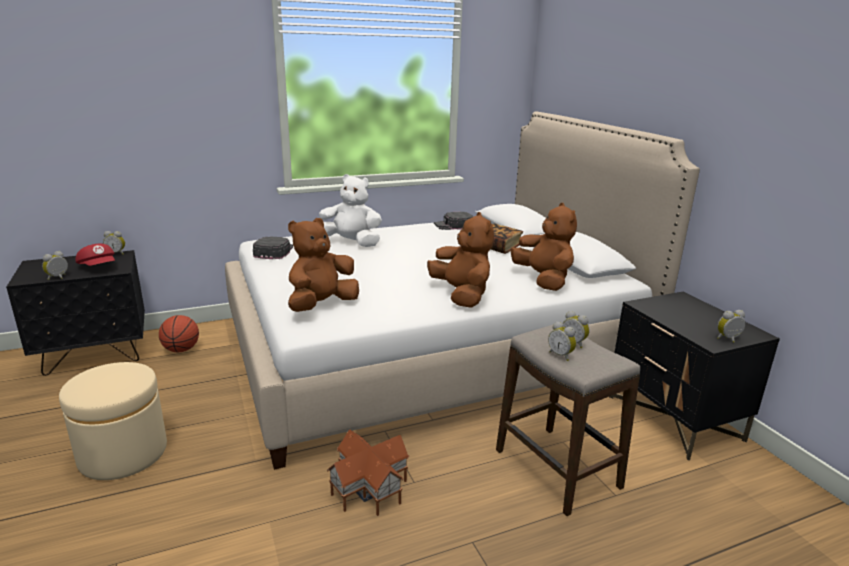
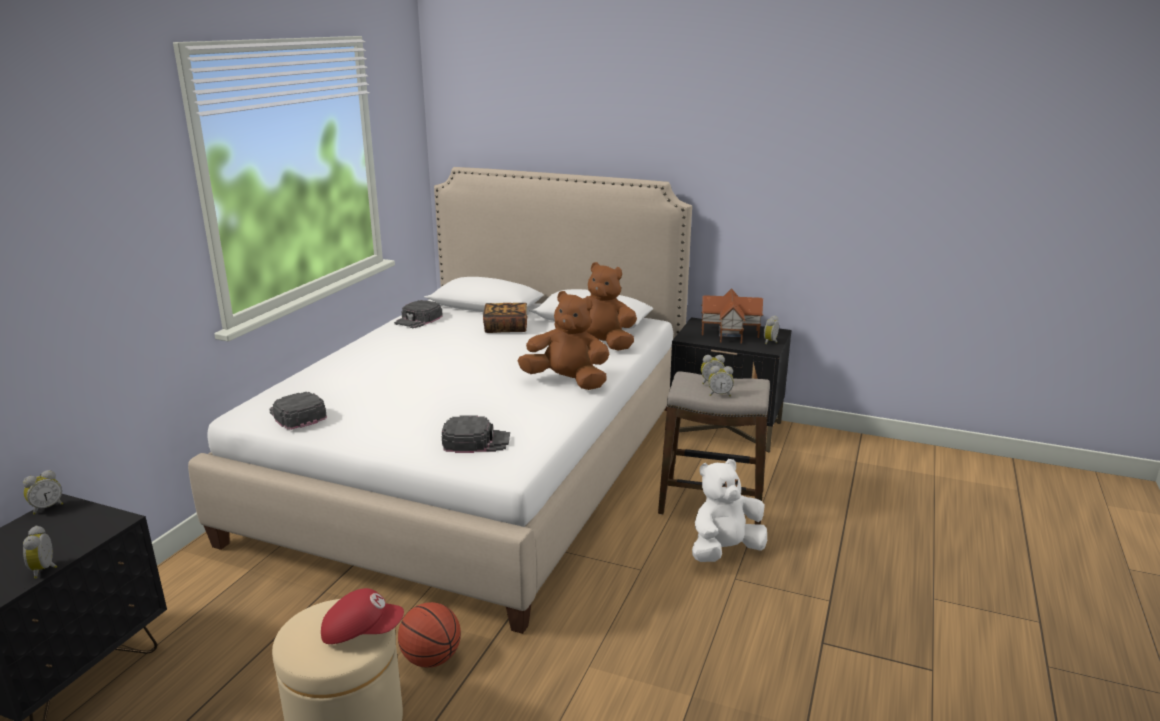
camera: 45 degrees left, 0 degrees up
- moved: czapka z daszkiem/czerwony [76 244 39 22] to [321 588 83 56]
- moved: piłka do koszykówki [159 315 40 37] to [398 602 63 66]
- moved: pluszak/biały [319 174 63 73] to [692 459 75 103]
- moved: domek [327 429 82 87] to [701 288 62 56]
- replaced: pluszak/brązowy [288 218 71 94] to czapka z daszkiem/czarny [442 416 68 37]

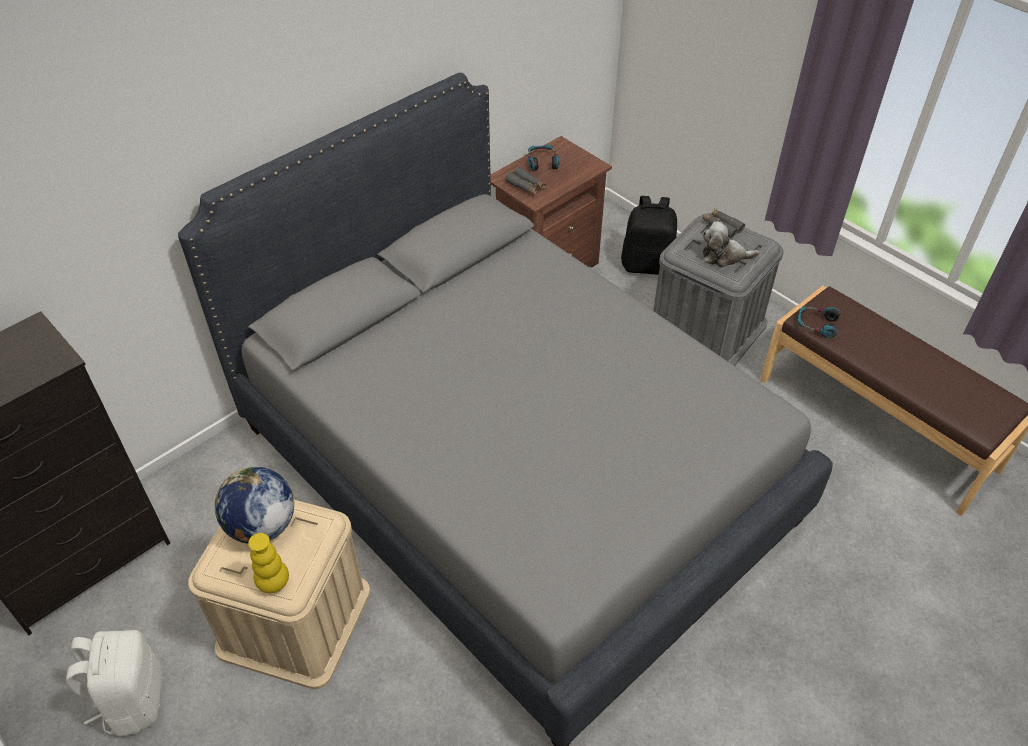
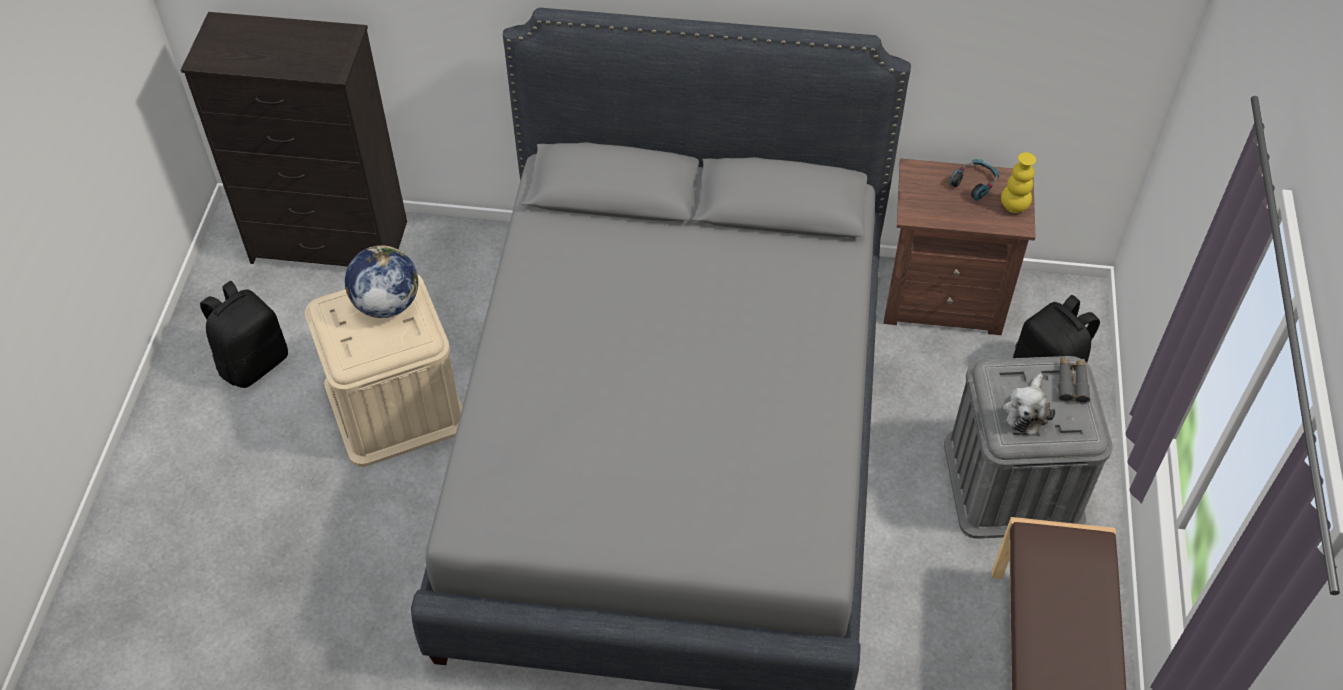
camera: 50 degrees right, 5 degrees up
- removed: lornetka/szary [505 167 41 28]
- removed: słuchawki [797 306 43 32]
- moved: wazon/żółty [248 533 41 60] to [1001 152 35 61]
- recoloured: plecak/biały [66 630 97 106] to plecak/czarny [200 281 88 107]
- turned: pluszak [703 222 57 45] = [1003 373 53 63] 120 degrees counterclockwise

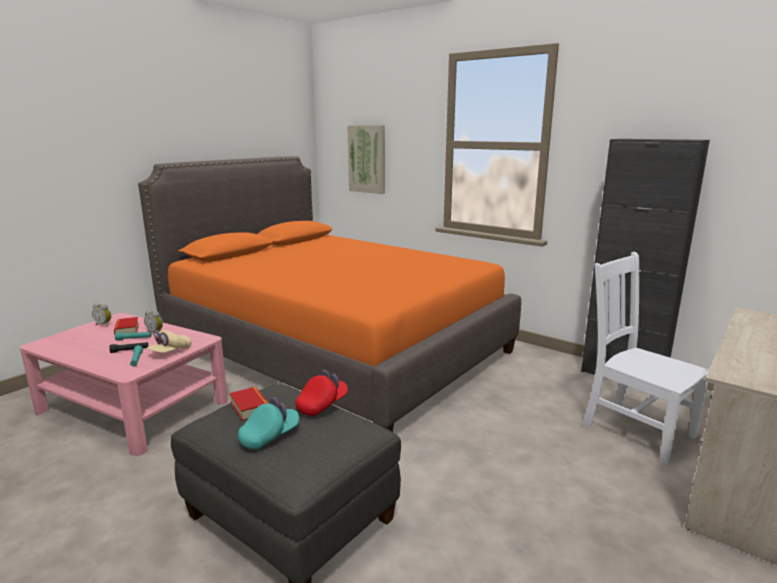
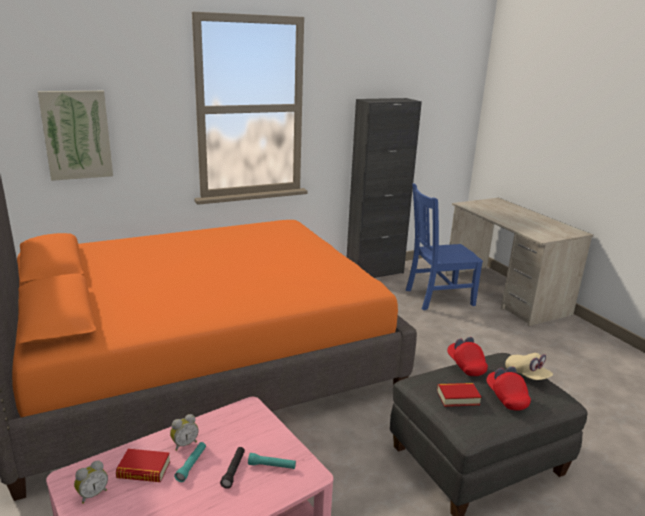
camera: 65 degrees left, 5 degrees up
- moved: czapka z daszkiem/beżowy [147 330 44 23] to [505 353 48 27]
- recoloured: czapka z daszkiem/turkusowy [238 397 61 53] to czapka z daszkiem/czerwony [486 366 45 45]
- recoloured: krzesło/biały [582 252 127 212] to krzesło/niebieski [406 183 77 127]

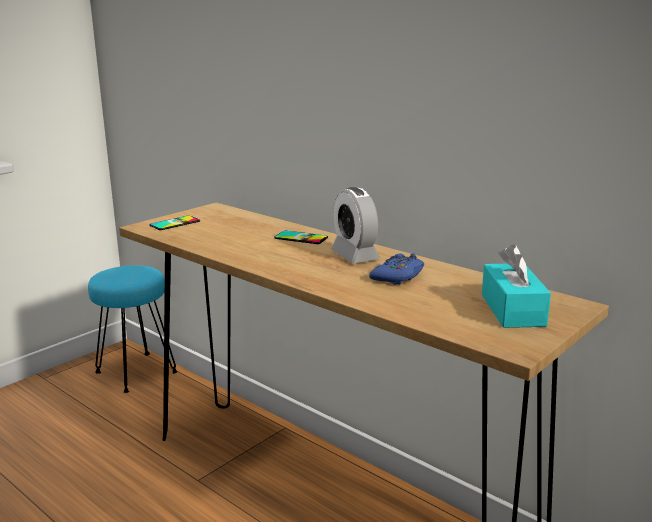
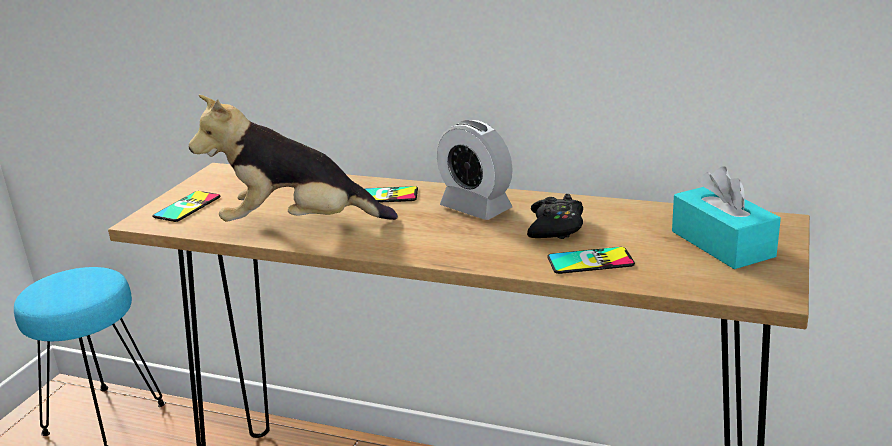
camera: 20 degrees left, 5 degrees up
- added: pluszak [189 95 209 127]
- added: telefon [547 247 88 27]
- recoloured: pad do gier/niebieski [369 253 55 32] to pad do gier/czarny [527 194 56 45]

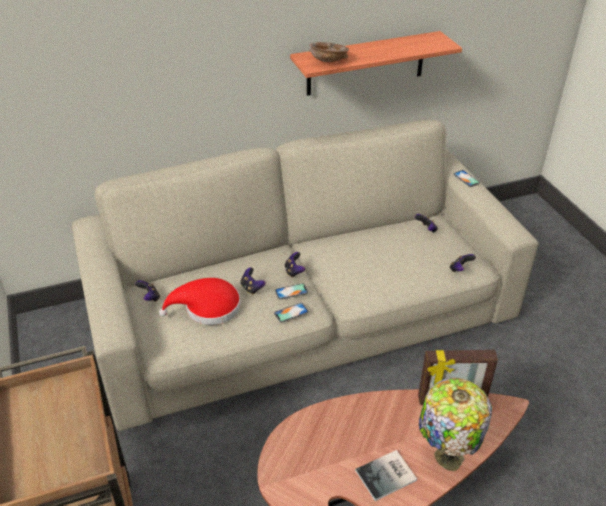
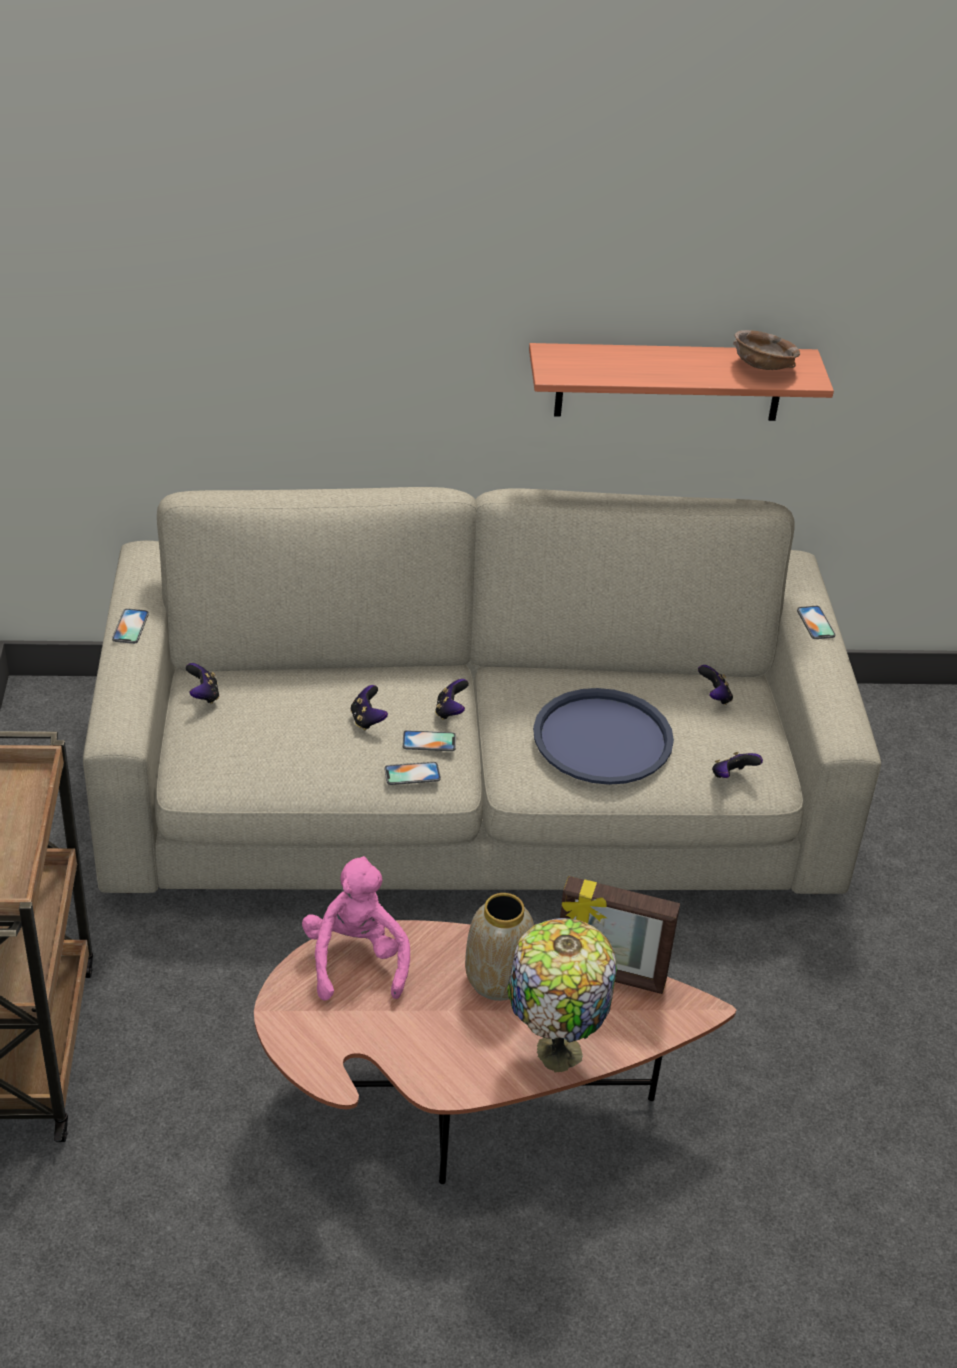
camera: 15 degrees right, 0 degrees up
- removed: kapelusz/czerwony [159 278 82 47]
- removed: książka [355 450 62 51]
- added: telefon [112 608 37 36]
- added: pluszak/różowy [302 856 108 145]
- added: wazon [465 893 69 108]
- added: taca/niebieski [533 688 141 97]
- moved: miska/brązowy [309 42 40 20] to [733 330 67 40]

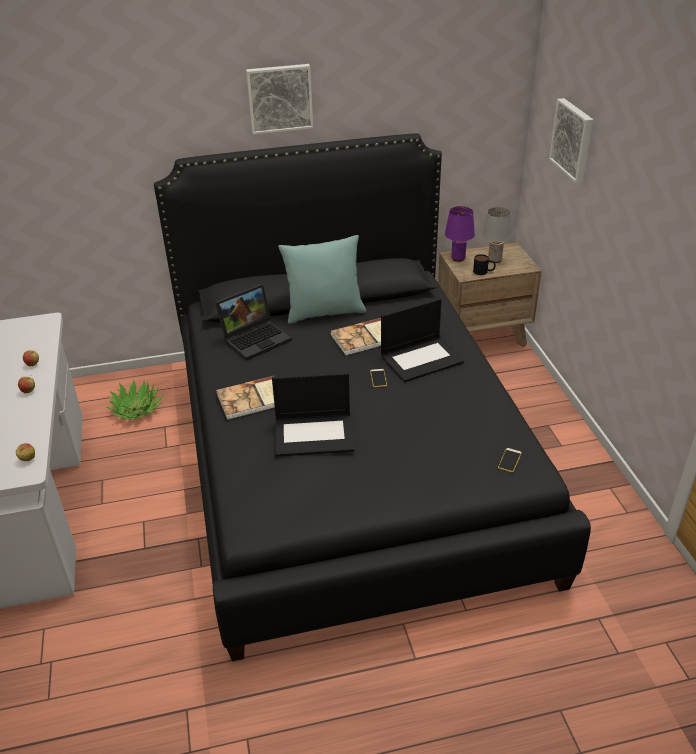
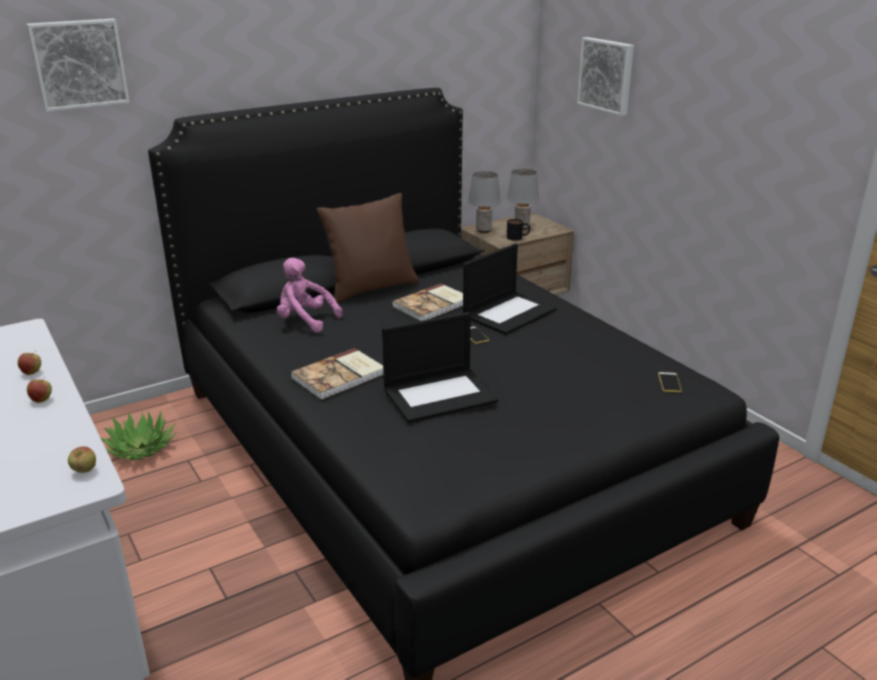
camera: 20 degrees left, 10 degrees down
- moved: obraz [246 64 67 71] to [26 19 104 93]
- replaced: laptop [215 284 77 77] to pluszak/różowy [277 258 65 74]
- recoloured: poduszka/turkusowy [279 235 87 89] to poduszka/brązowy [317 193 102 110]
- recoloured: lampa stołowa/fioletowy [445 206 30 56] to lampa stołowa/szary [468 171 33 62]

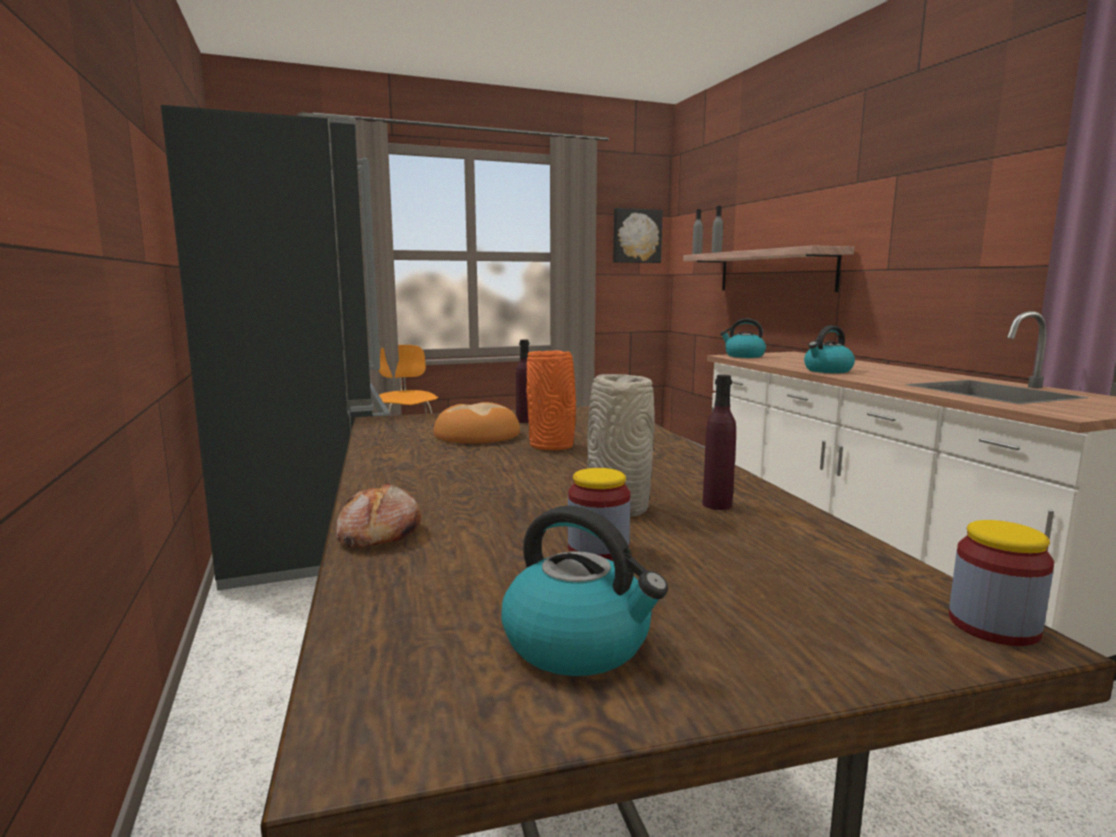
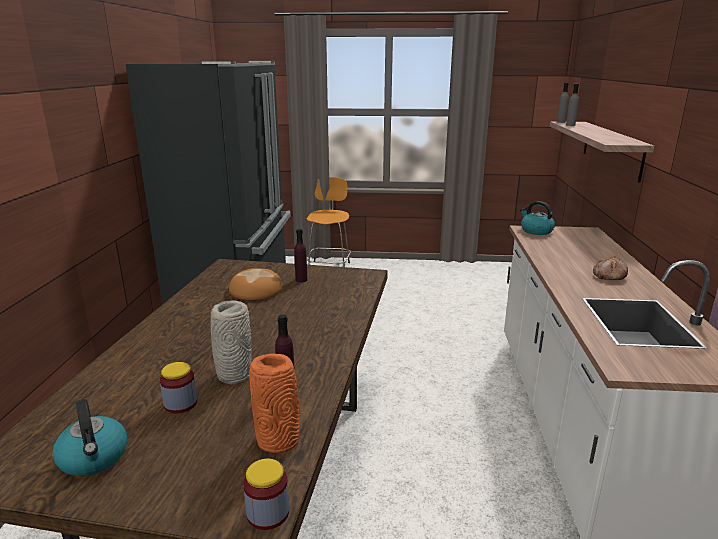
camera: 25 degrees right, 10 degrees up
- removed: obraz [613 208 50 55]
- removed: czajnik [804 326 51 47]
- moved: chleb [336 482 85 65] to [593 256 35 24]
- moved: wazon/pomarańczowy [526 350 50 100] to [249 353 51 100]

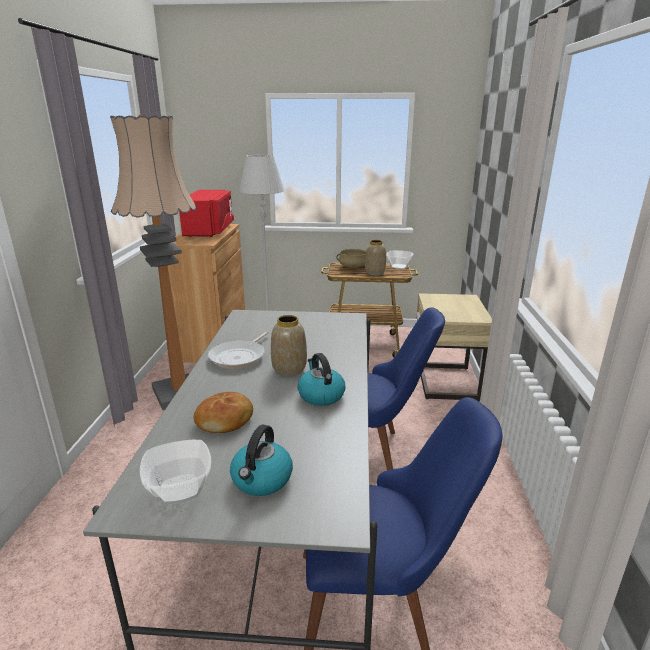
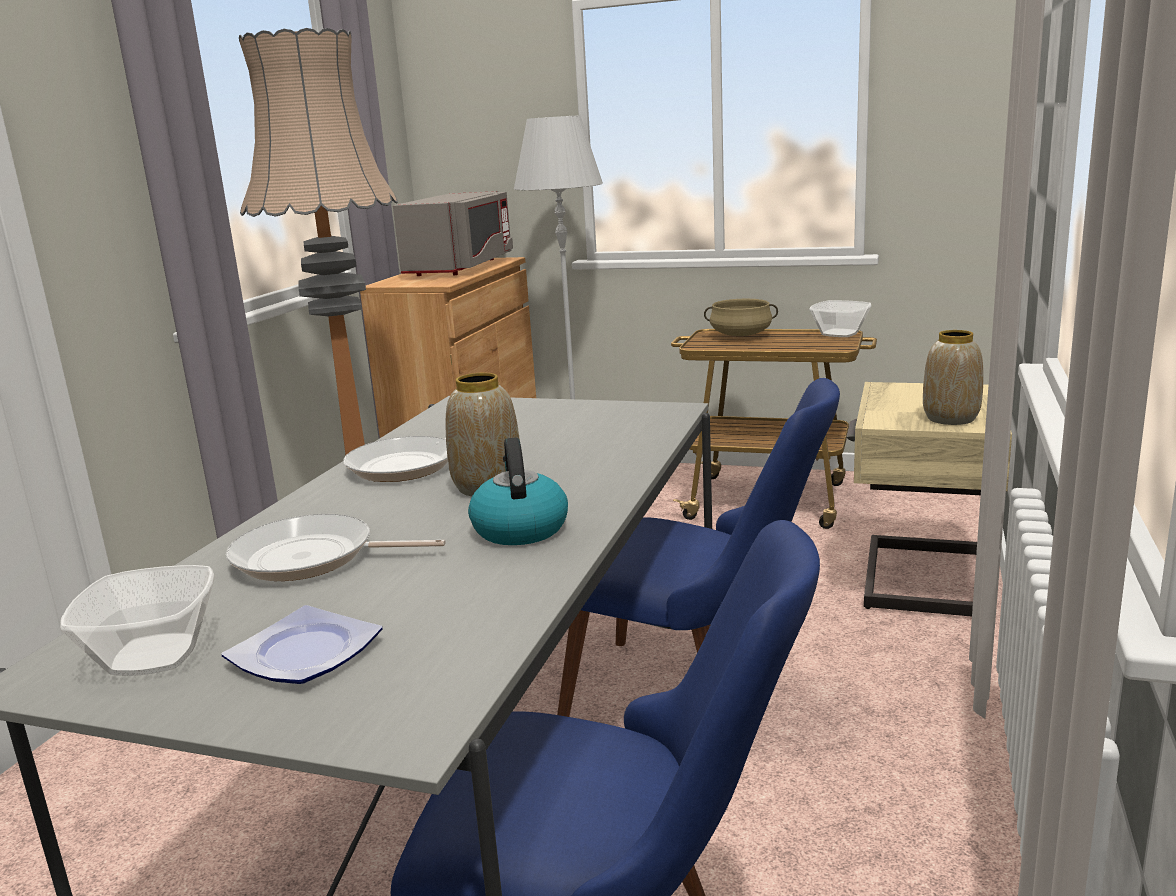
camera: 15 degrees right, 5 degrees down
- moved: wazon [365 240 21 36] to [923 330 60 95]
- replaced: chleb [194 392 59 41] to patelnia [226 514 220 67]
- replaced: czajnik [230 425 63 71] to talerz [222 605 160 79]
- recoloured: mikrofalówka/czerwony [179 190 55 47] to mikrofalówka/szary [393 191 120 85]

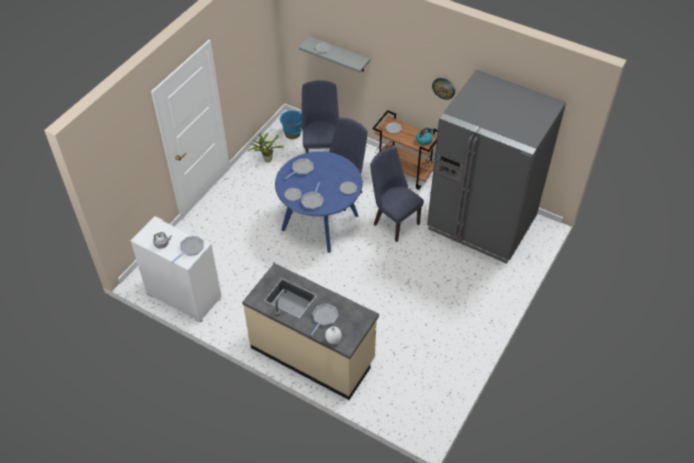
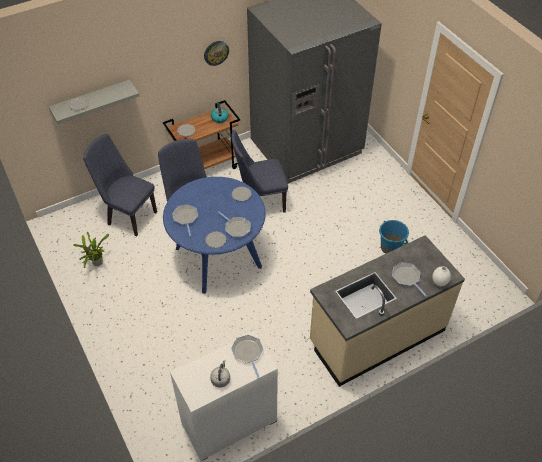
camera: 60 degrees left, 0 degrees up
- moved: wiadro/niebieski [280 110 23 29] to [379 220 30 34]

